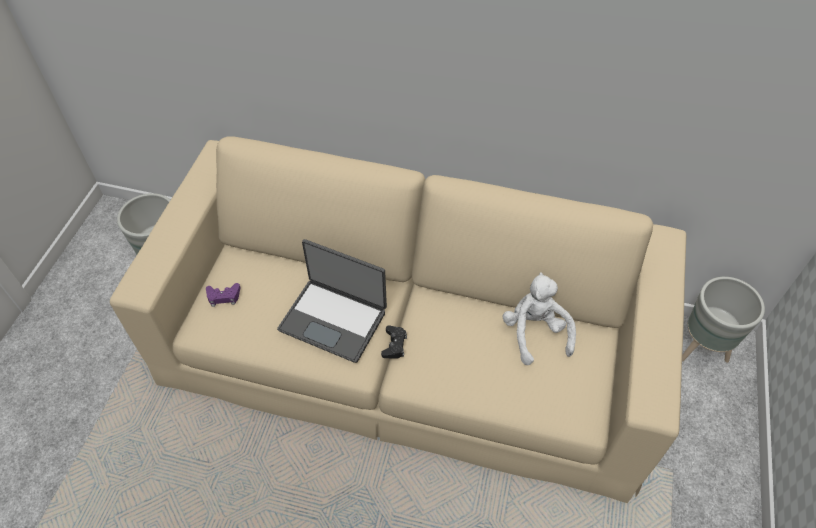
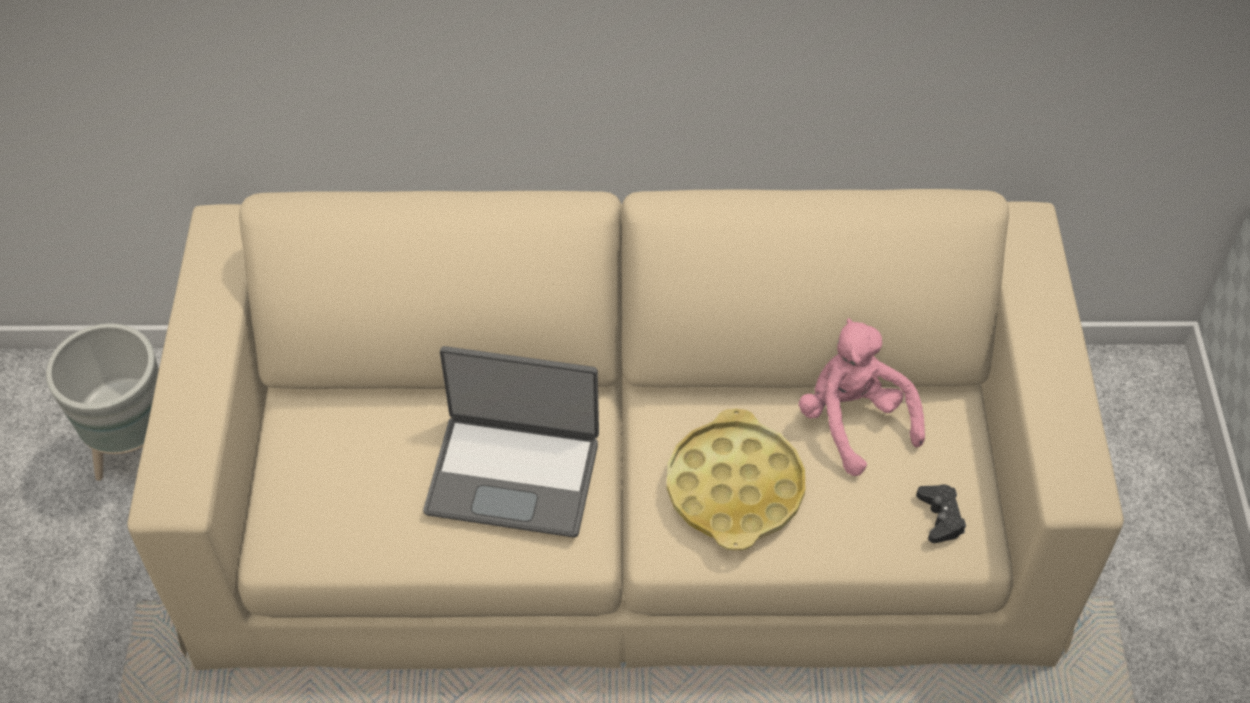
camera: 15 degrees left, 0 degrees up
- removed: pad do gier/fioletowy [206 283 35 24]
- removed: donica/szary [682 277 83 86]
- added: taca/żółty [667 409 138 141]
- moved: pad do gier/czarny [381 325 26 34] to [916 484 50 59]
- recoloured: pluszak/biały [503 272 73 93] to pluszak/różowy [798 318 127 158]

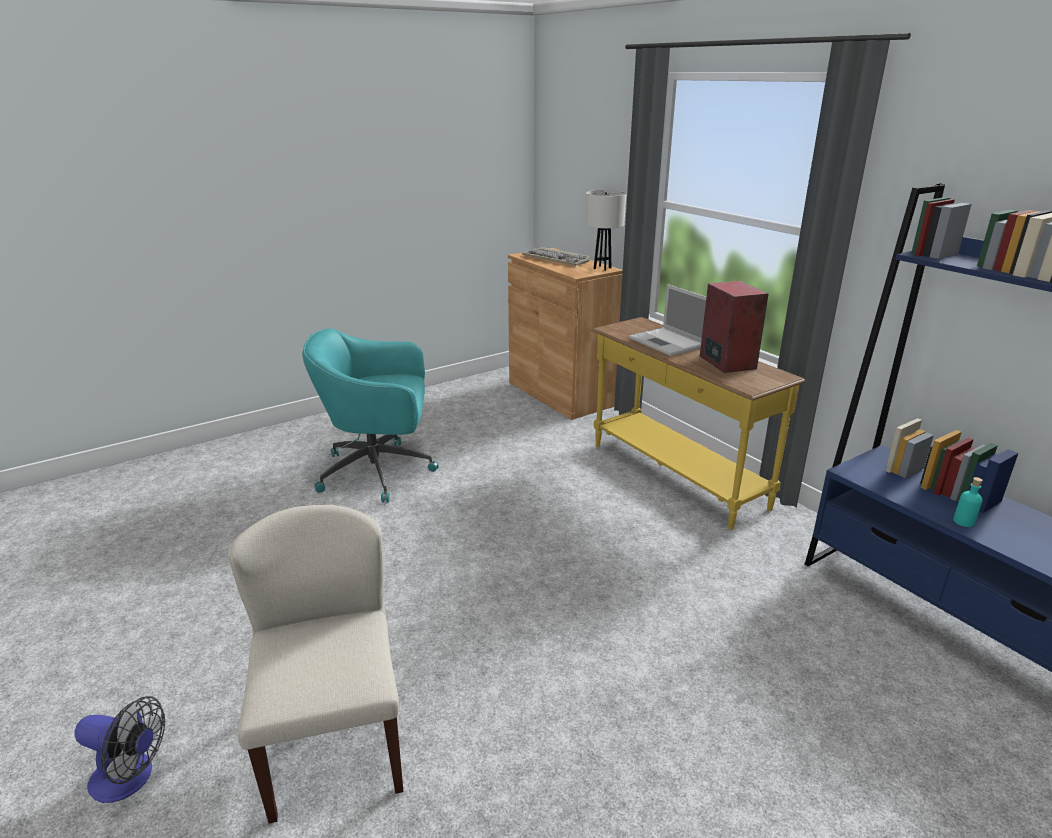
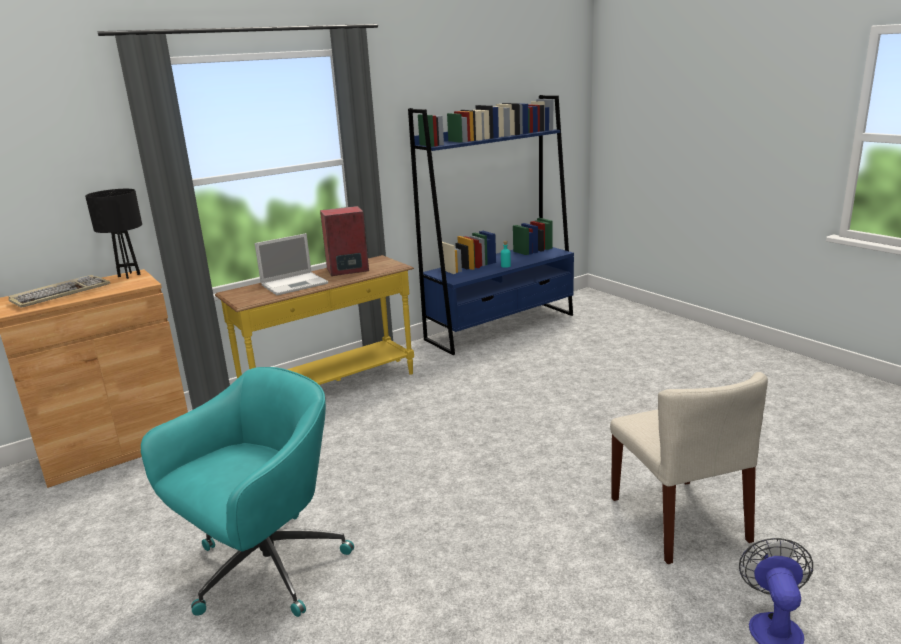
camera: 90 degrees left, 5 degrees down
- recoloured: lampa stołowa/biały [585 190 41 81] to lampa stołowa/czarny [85 189 57 90]
- turned: krzesło/beżowy [228 505 176 319] = [610 372 158 192] 90 degrees counterclockwise
- turned: krzesło biurowe/turkusowy [302 328 137 174] = [141 367 213 250] 135 degrees counterclockwise

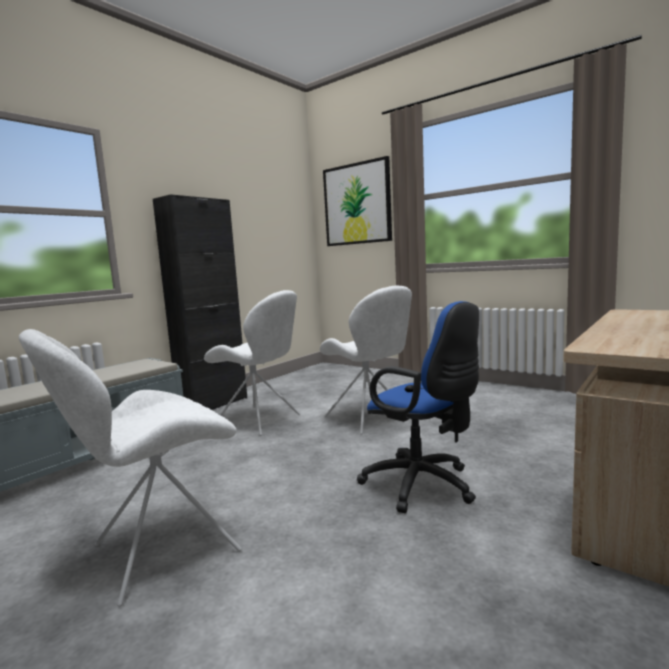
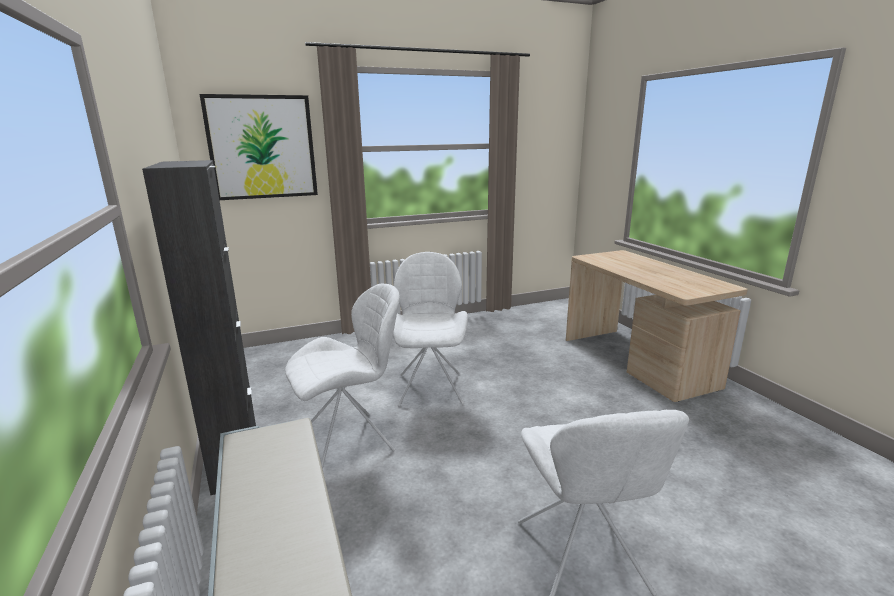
camera: 60 degrees left, 10 degrees up
- removed: krzesło biurowe/niebieski [357 301 122 212]
- turned: krzesło/biały [320 286 92 149] = [393 252 75 154] 90 degrees counterclockwise

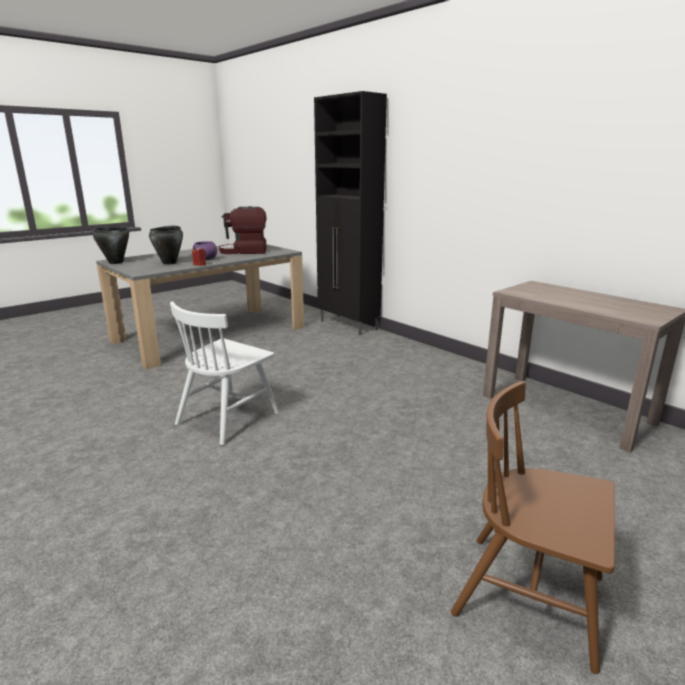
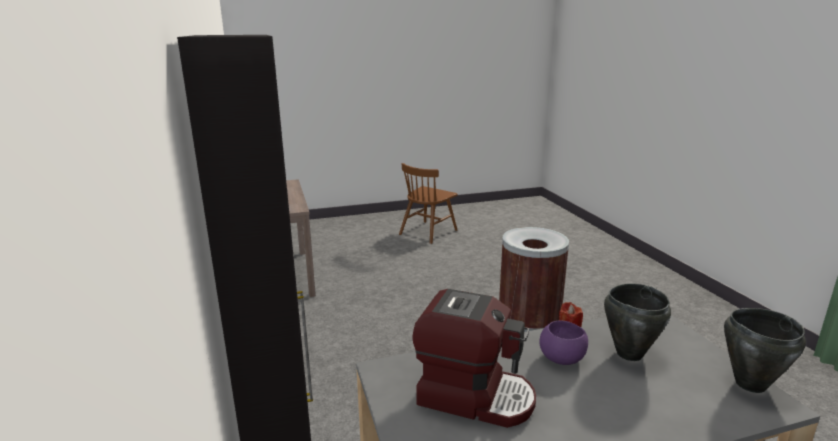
camera: 155 degrees left, 0 degrees up
- replaced: krzesło/biały [170 301 109 144] to kosz na śmieci/brązowy [499 227 70 105]
- turned: krzesło/brązowy [451 381 164 293] = [399 163 59 81] 75 degrees clockwise

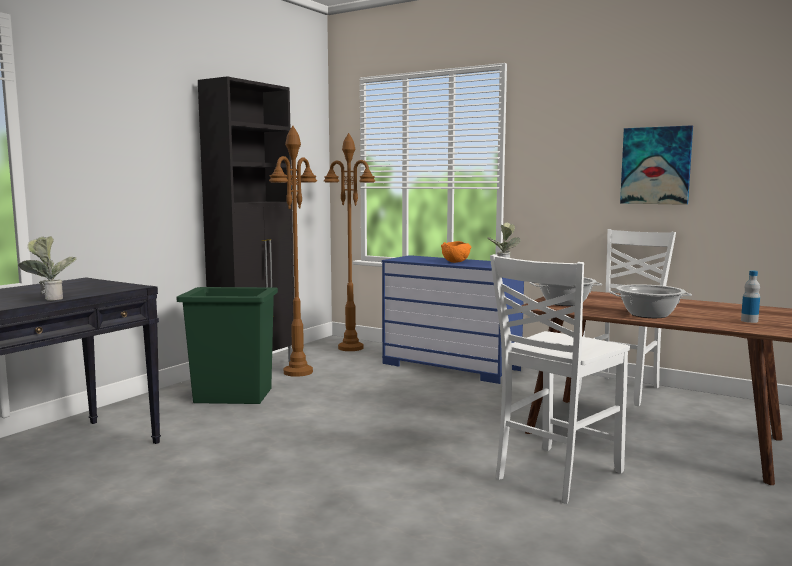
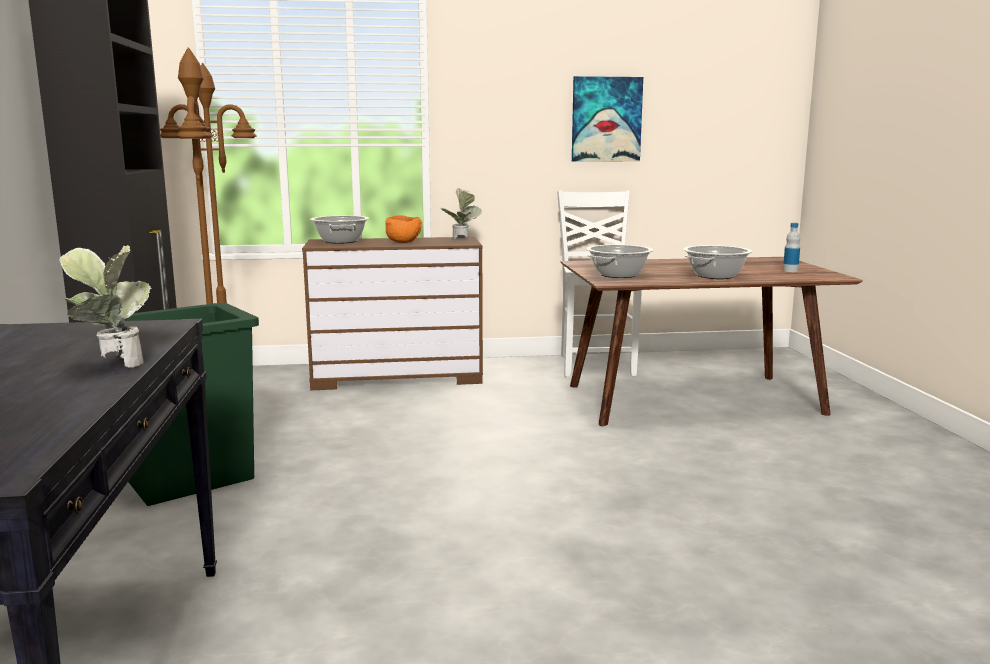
camera: 40 degrees left, 5 degrees up
- removed: krzesło/biały [490 254 140 250]
- added: garnek [310 216 59 28]
- recoloured: komoda/niebieski [382 255 142 129] to komoda/brązowy [302 237 181 153]

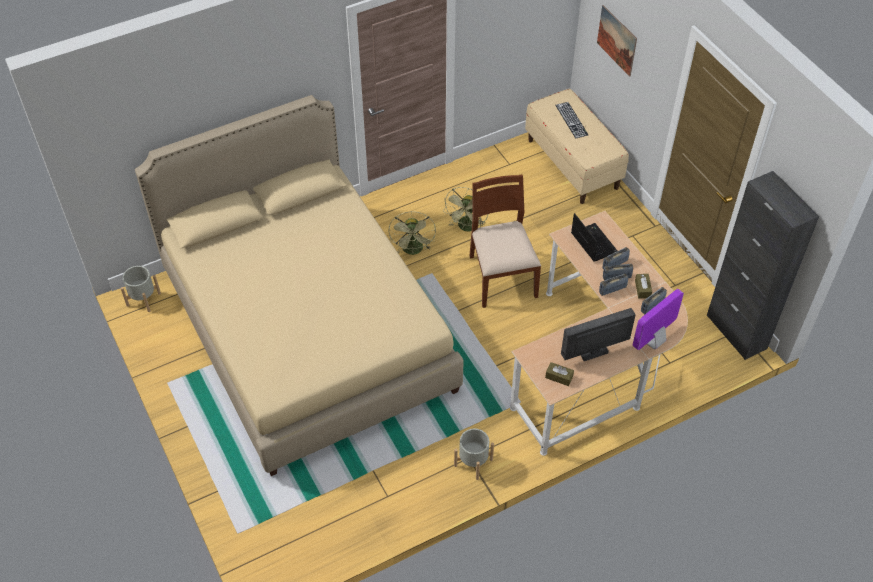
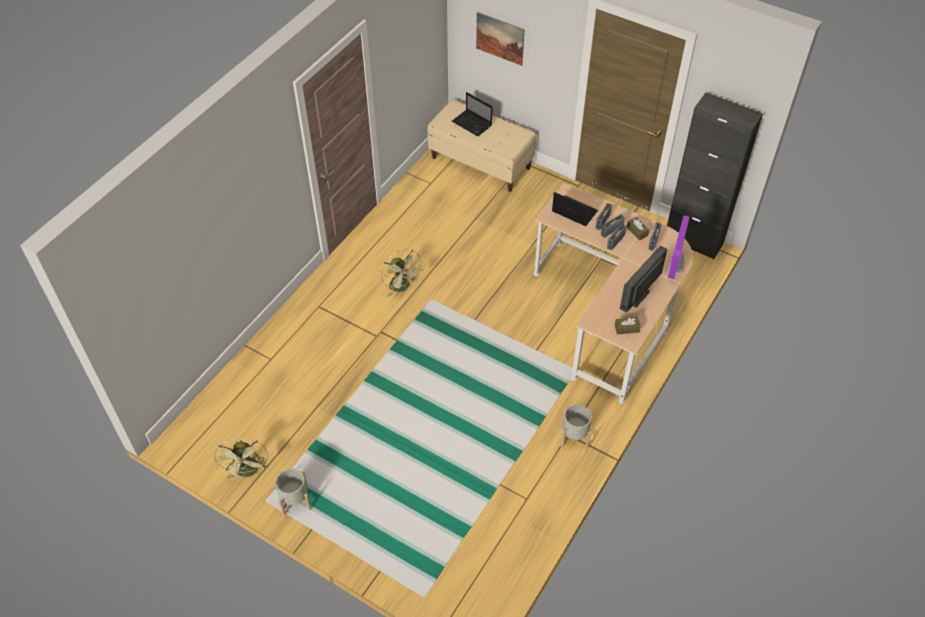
camera: 30 degrees left, 0 degrees up
- removed: łóżko/beżowy [135 95 329 381]
- removed: krzesło/brązowy [469 174 72 134]
- moved: donica/szary [121 266 40 46] to [276 468 35 48]
- moved: wentylator/zielony [443 187 45 45] to [214 438 54 41]
- replaced: klawiatura [555 102 33 36] to laptop [452 92 41 44]

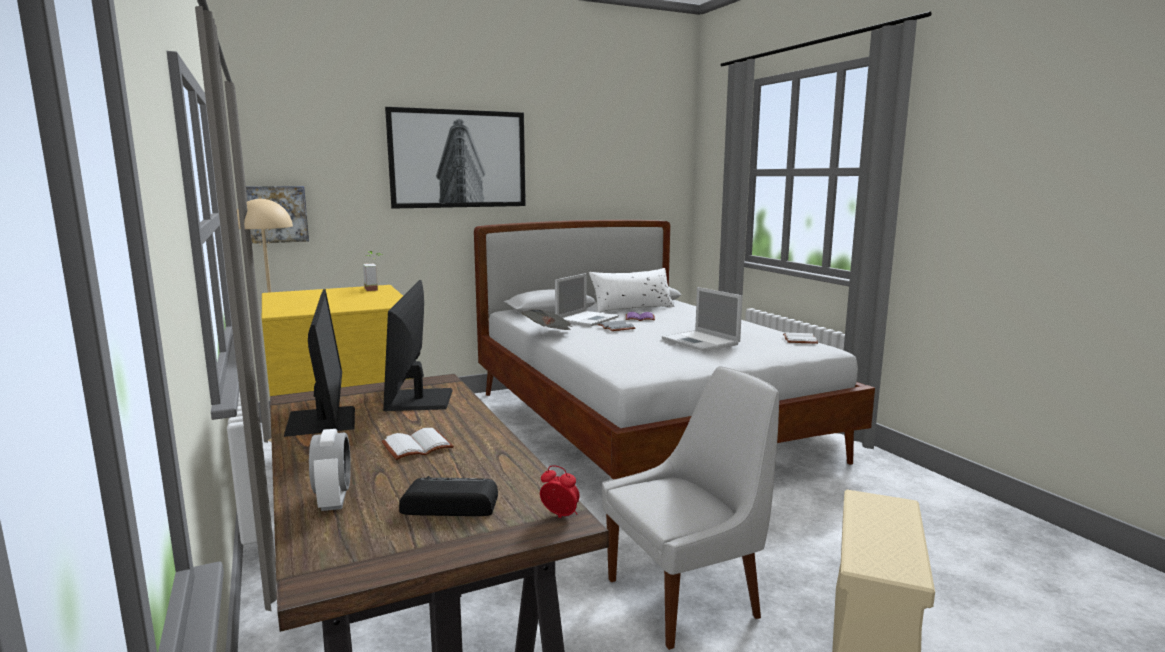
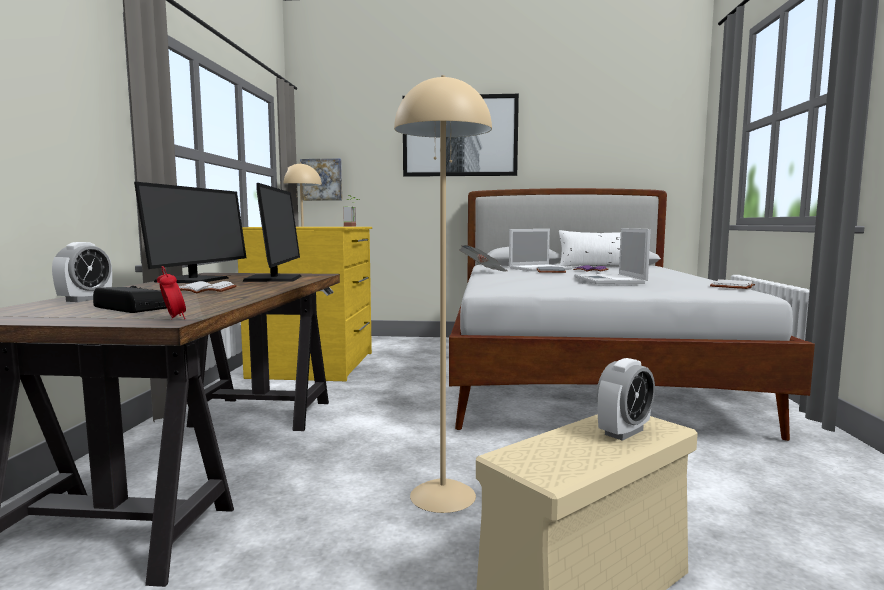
camera: 30 degrees right, 5 degrees down
- added: budzik [596 358 59 83]
- replaced: krzesło/biały [602 366 177 284] to lampa stojąca/beżowy [394 75 98 438]
- turned: monitor [383 280 70 131] = [242 183 60 99] 150 degrees clockwise

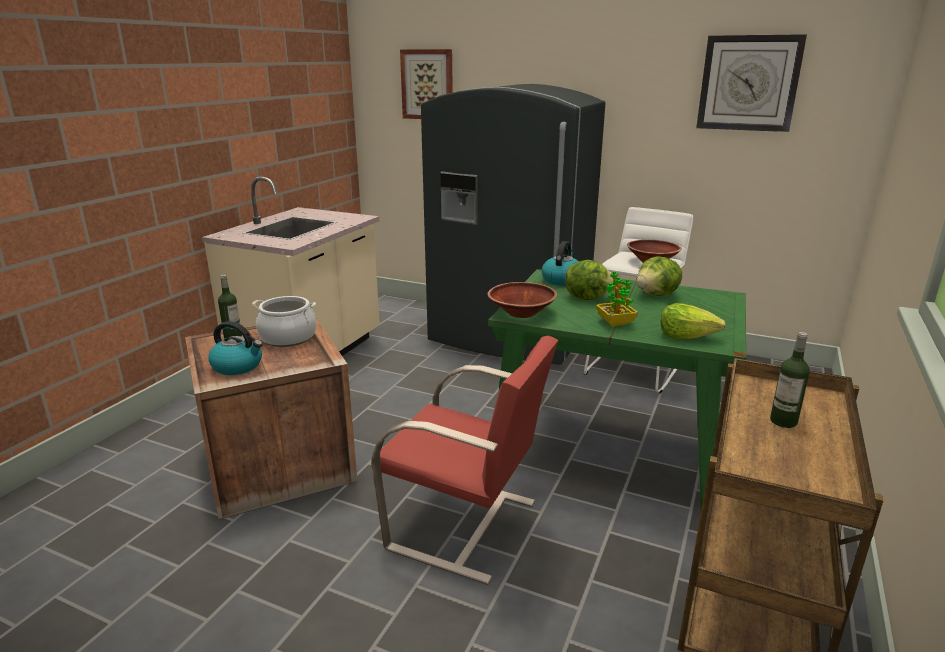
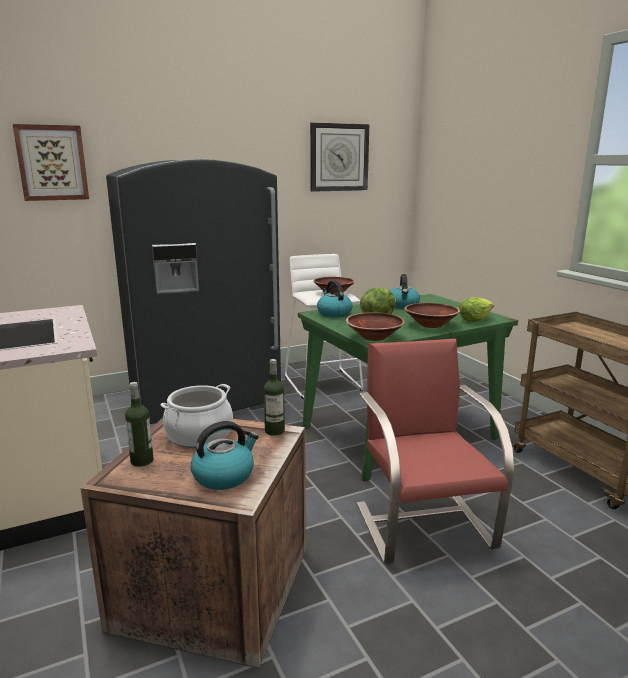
camera: 50 degrees left, 5 degrees down
- moved: butelka [770 332 40 96] to [264 359 21 77]
- replaced: roślina doniczkowa [596 272 42 54] to miska/brązowy [404 303 56 25]
- replaced: sałata [636 256 46 40] to czajnik [390 274 30 35]
- turned: krzesło/czerwony [372 336 186 249] = [357 339 157 225] 75 degrees counterclockwise

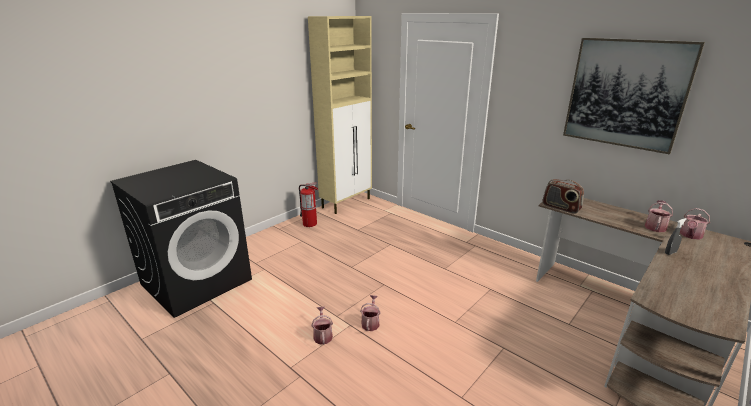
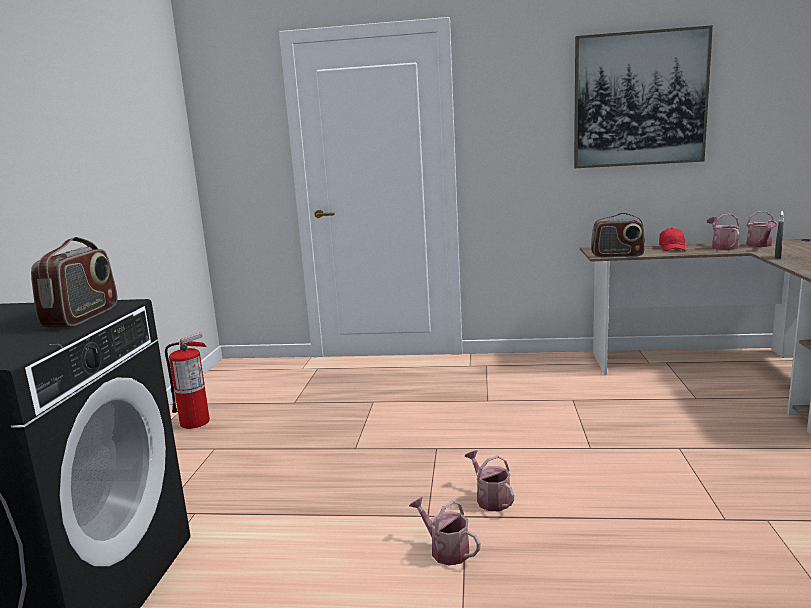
camera: 35 degrees left, 10 degrees down
- removed: szafka/beżowy [308 16 64 198]
- added: radio [31 237 87 90]
- added: czapka z daszkiem/czerwony [659 228 26 23]

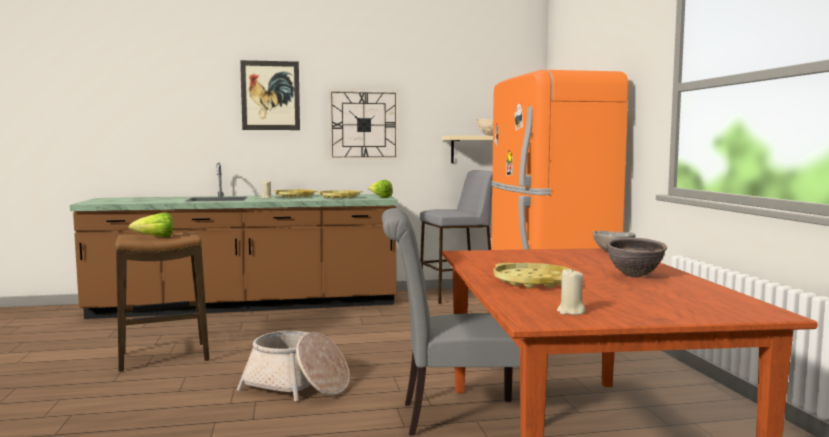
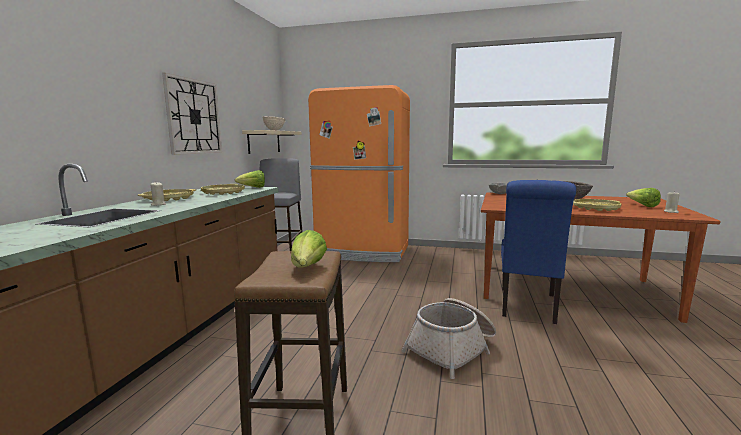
camera: 65 degrees left, 5 degrees up
- removed: obraz [240 60 60 70]
- added: sałata [626 188 35 19]
- recoloured: krzesło/szary [382 208 138 228] to krzesło/niebieski [501 180 75 144]

